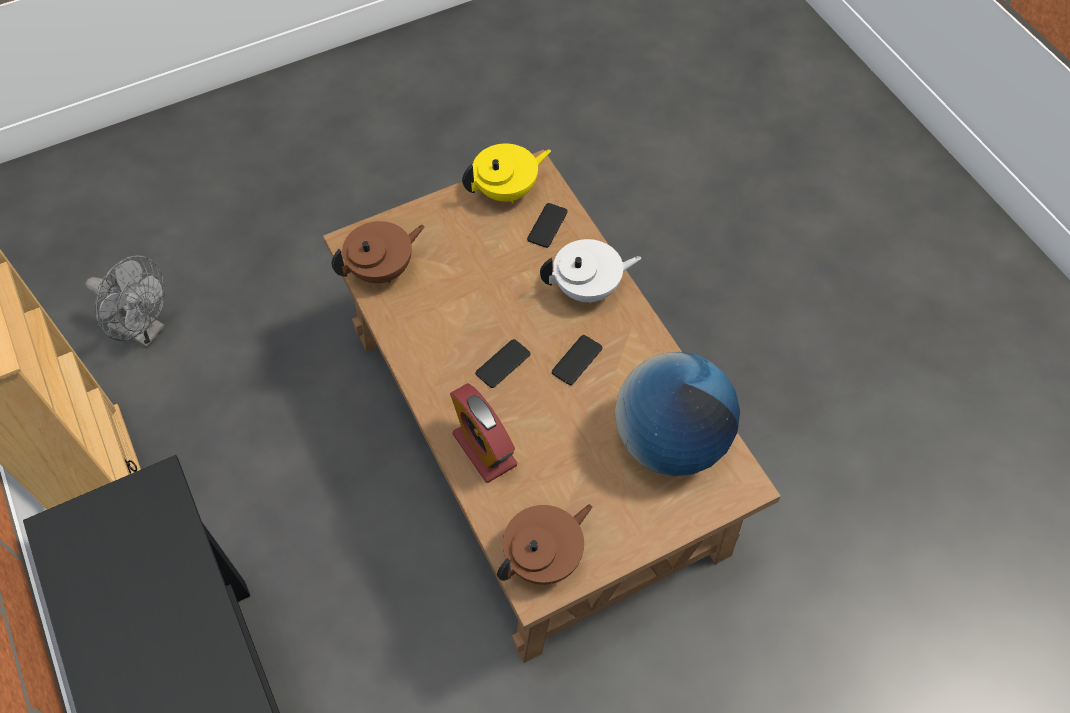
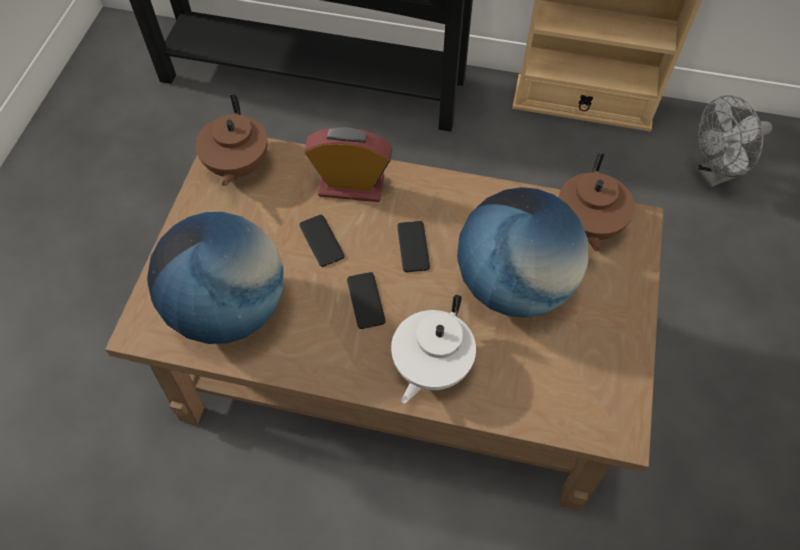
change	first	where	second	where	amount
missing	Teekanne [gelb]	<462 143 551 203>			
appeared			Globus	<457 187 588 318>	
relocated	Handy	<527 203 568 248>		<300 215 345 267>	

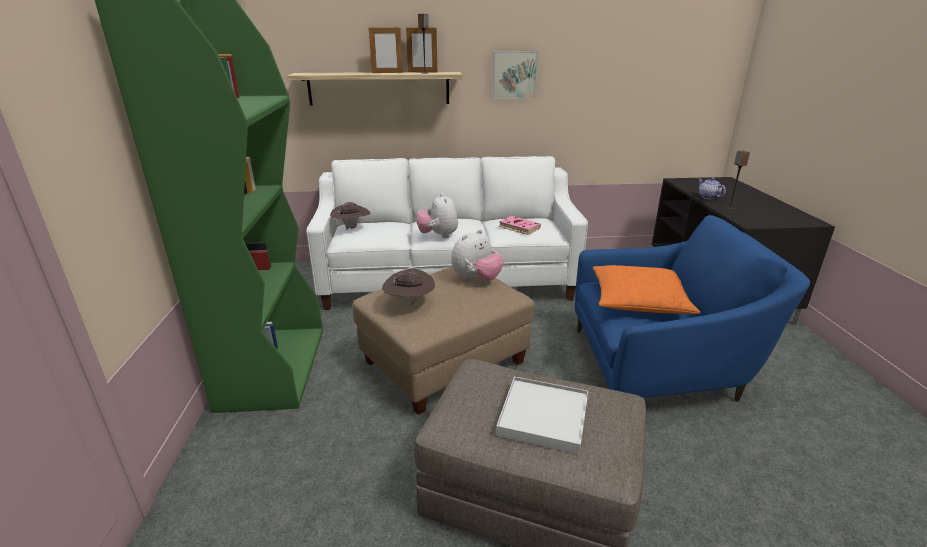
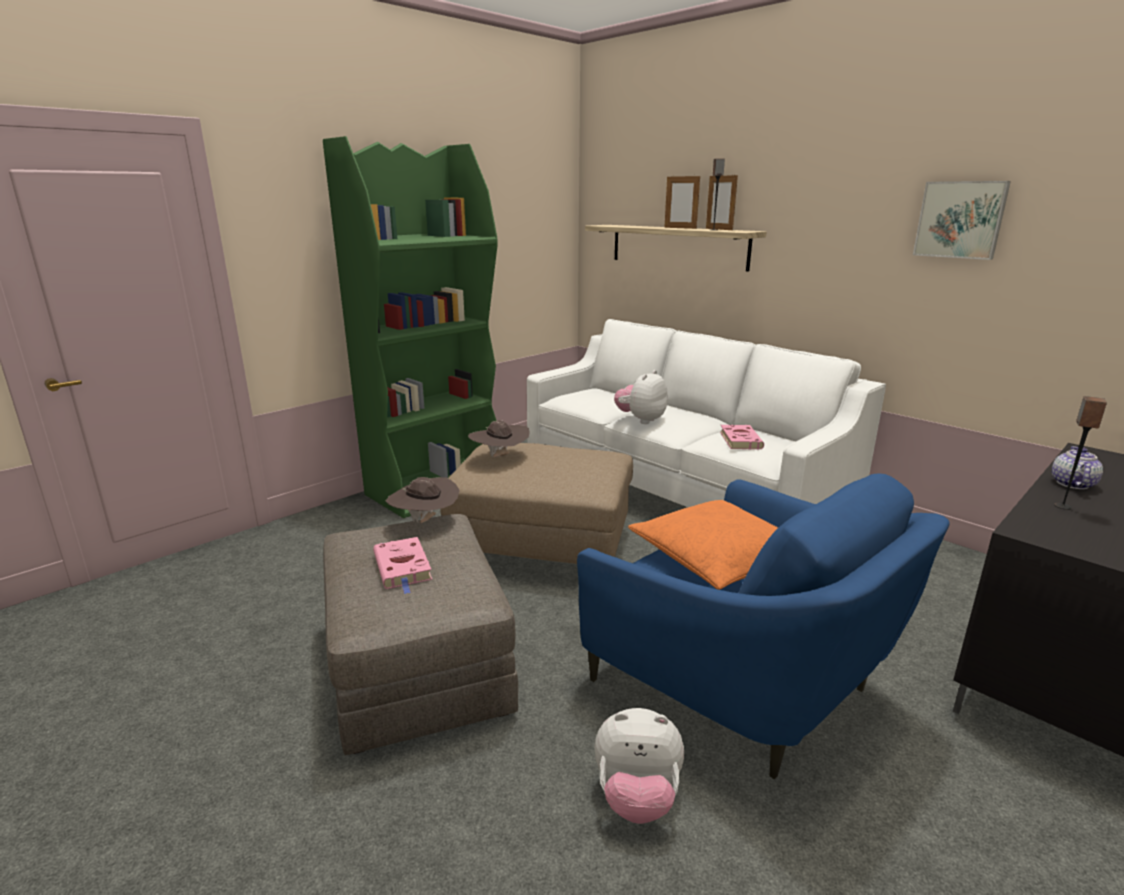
change	first	where	second	where	amount
relocated	Hut [braun]	<330 202 370 230>		<385 477 460 523>	
relocated	Plüschtier	<451 229 504 281>		<595 708 684 824>	
relocated	Bild	<492 51 538 99>		<913 181 1011 260>	
exchanged	Tablett [weiß]	<496 377 588 454>	Buch [rosa]	<373 537 432 594>	

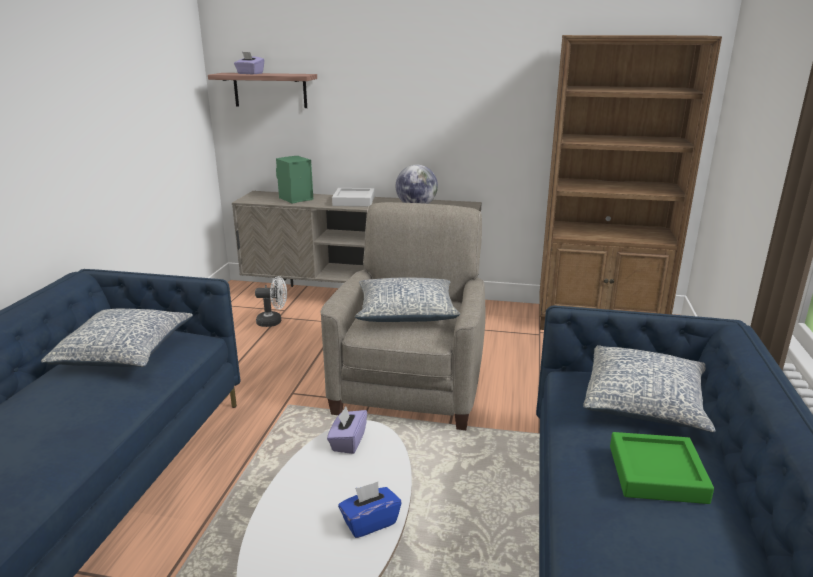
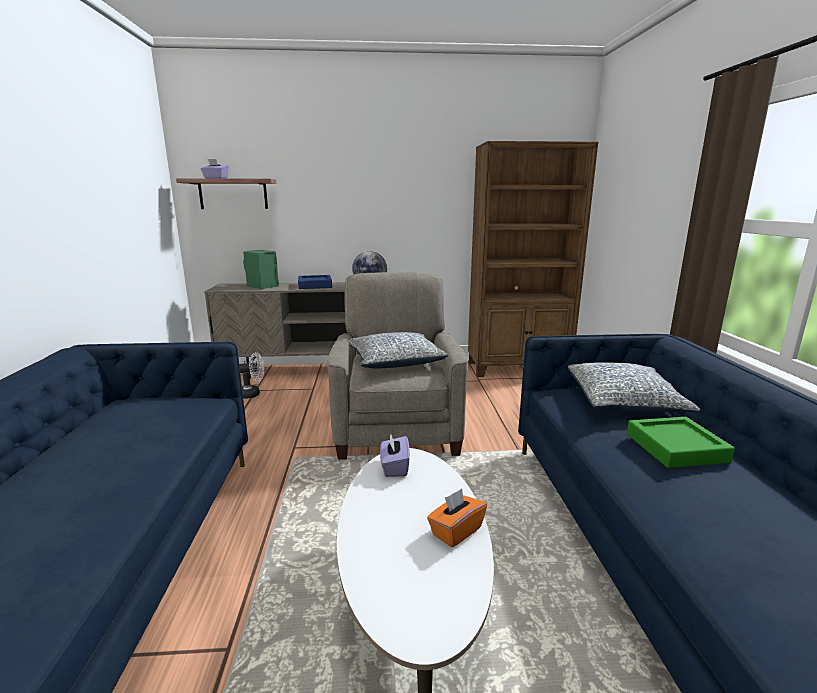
change	first	where	second	where	amount
missing	Kissen	<41 309 193 367>			
colour	Tablett [grau]	<332 188 375 207>	Tablett [blau]	<298 275 332 289>	
colour	Taschentuchbox [blau]	<338 482 401 538>	Taschentuchbox [orange]	<427 489 487 547>	

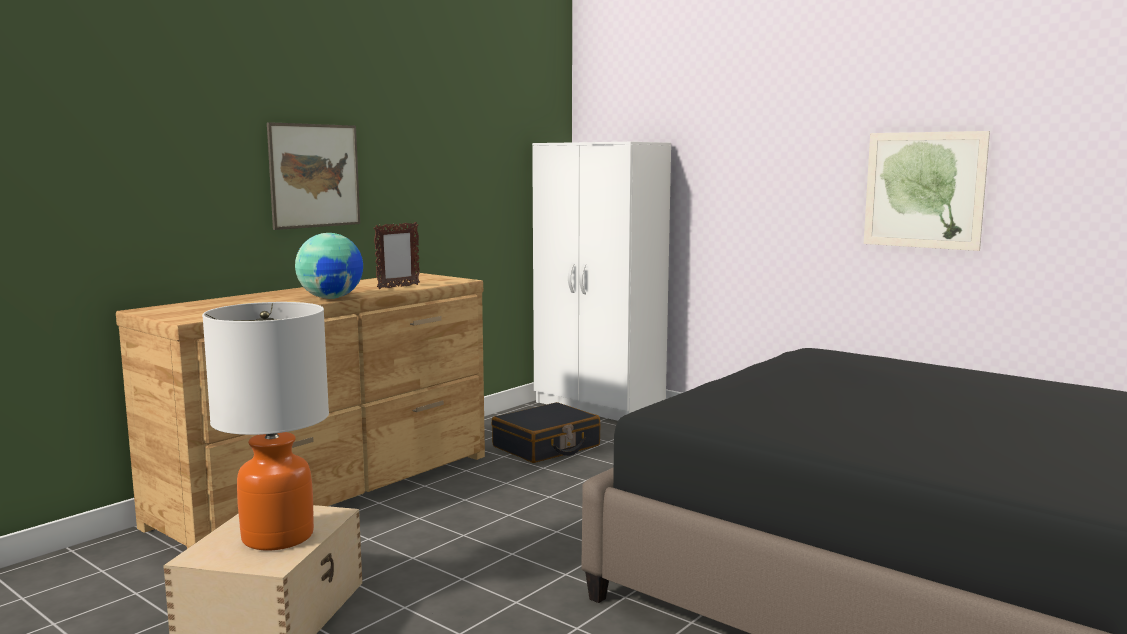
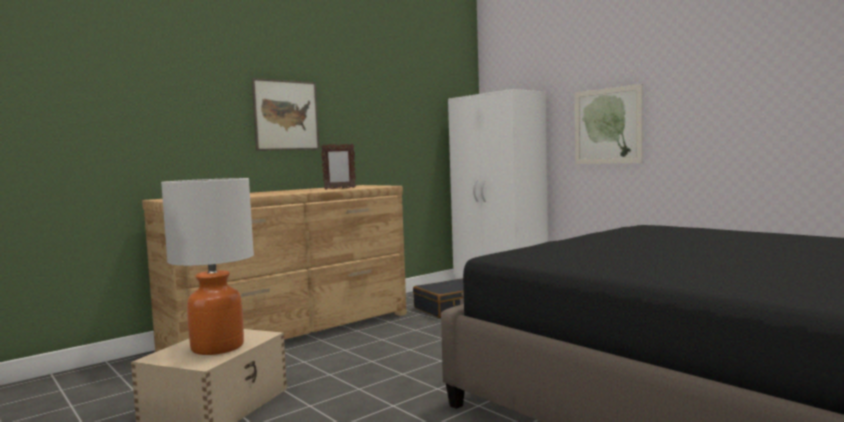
change	first	where	second	where	amount
missing	Globus	<295 233 363 299>			
relocated	Bild	<864 131 990 251>		<575 84 643 164>	

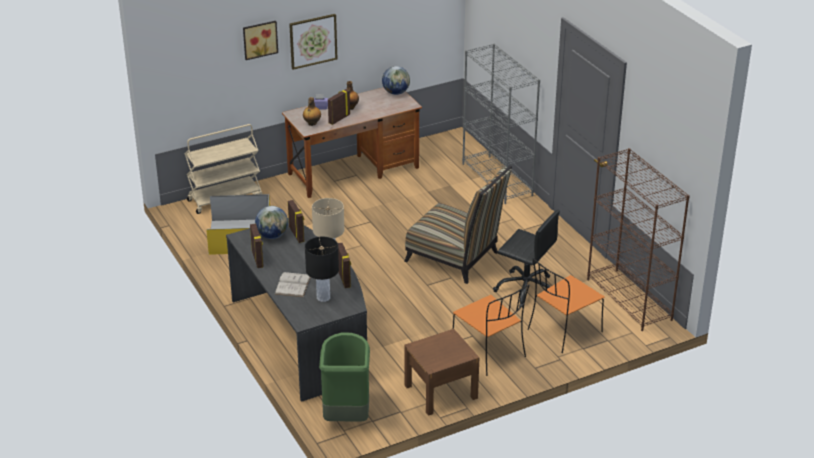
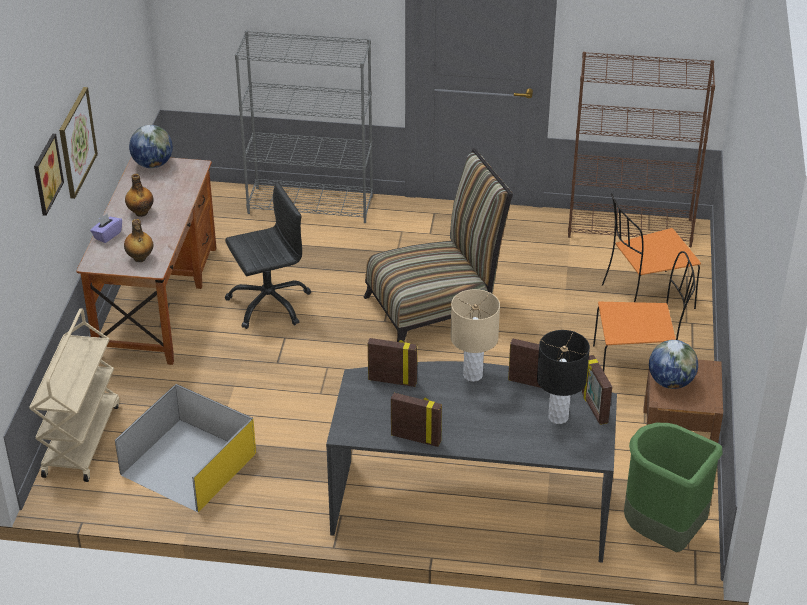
change	first	where	second	where	amount
missing	Buch [weiß]	<275 272 311 297>			
relocated	Globus	<255 206 288 239>		<649 340 698 389>	
relocated	Bilderrahmen	<328 89 350 125>		<582 355 612 425>	
relocated	Bürostuhl [schwarz]	<493 210 560 308>		<225 182 311 329>	
spun	Stuhl [orange]	<528 258 605 353>		<602 193 701 309>	75 degrees clockwise

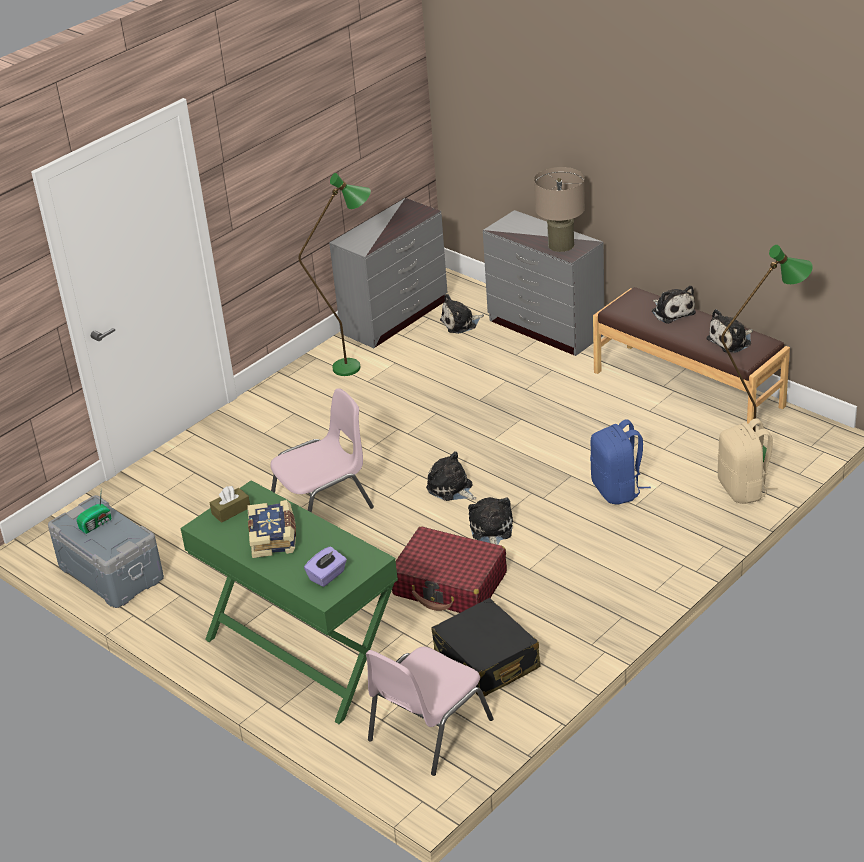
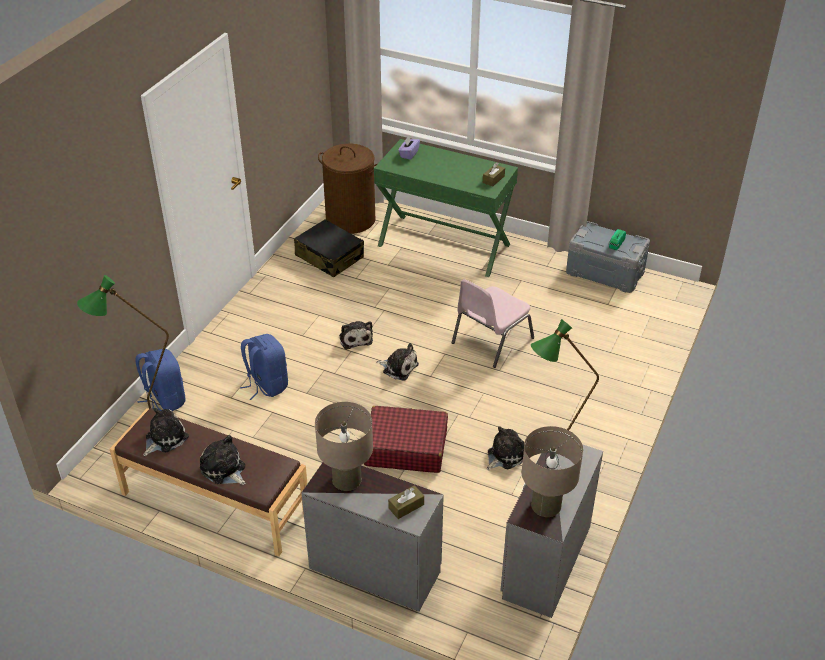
change	first	where	second	where	amount
missing	Buch	<247 500 296 558>			
appeared			Taschentuchbox [braun]	<388 485 424 519>	
appeared			Tischlampe [beige]	<522 426 583 517>	
relocated	Koffer [rot]	<392 526 507 613>		<364 406 448 473>	
relocated	Plüschtier	<440 294 484 334>		<487 426 524 471>	
exchanged	Stuhl [rosa]	<366 647 493 776>	Wäschekorb [braun]	<318 144 377 234>	
colour	Rucksack [beige]	<718 418 778 504>	Rucksack [blau]	<135 349 185 411>	

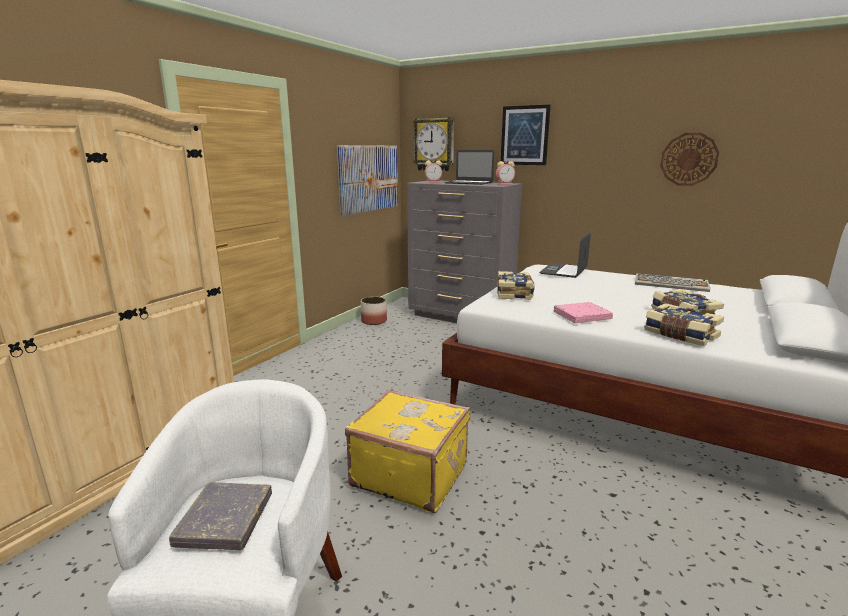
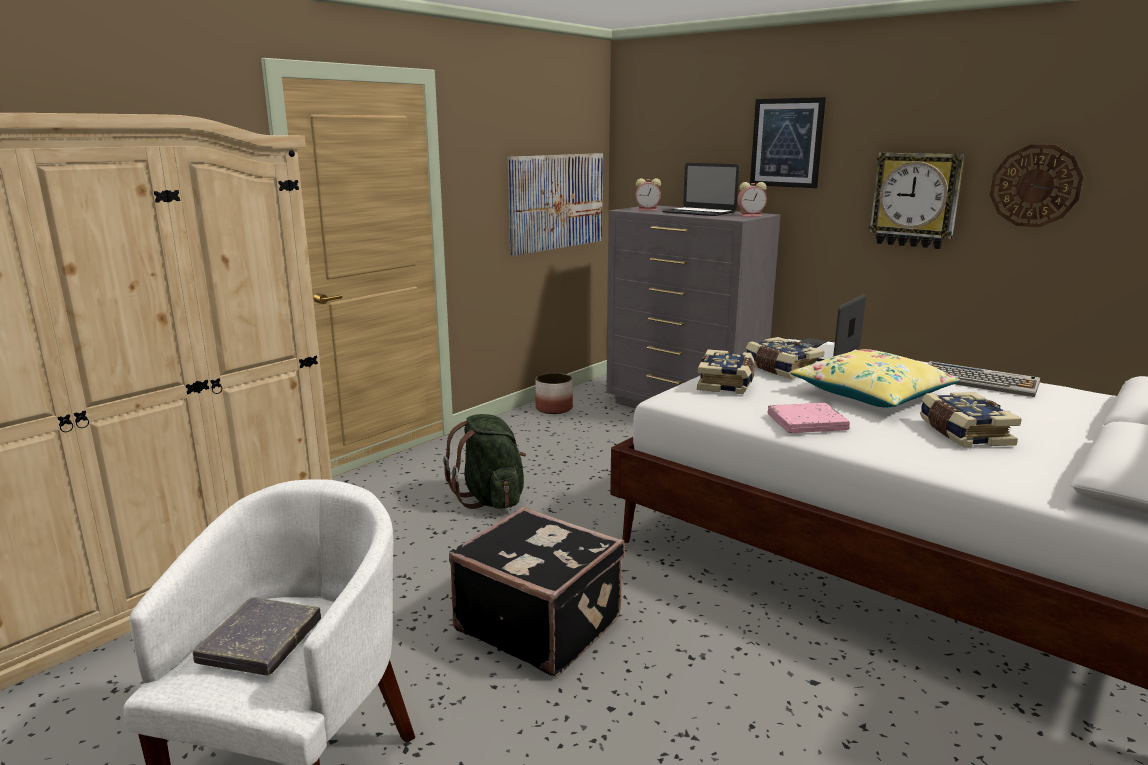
change	first	where	second	where	amount
appeared			Rucksack [grün]	<443 414 526 509>	
appeared			Kissen [gelb]	<790 349 960 407>	
relocated	Wanduhr	<413 117 454 171>		<869 153 965 249>	
relocated	Buch	<644 303 724 346>		<746 337 824 379>	
colour	Koffer [gelb]	<345 390 470 513>	Koffer [schwarz]	<449 507 625 677>	

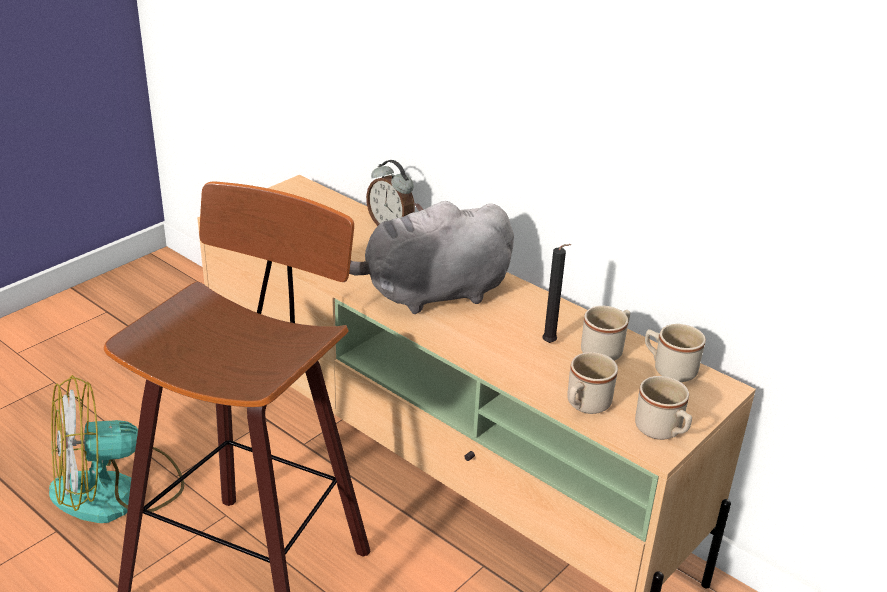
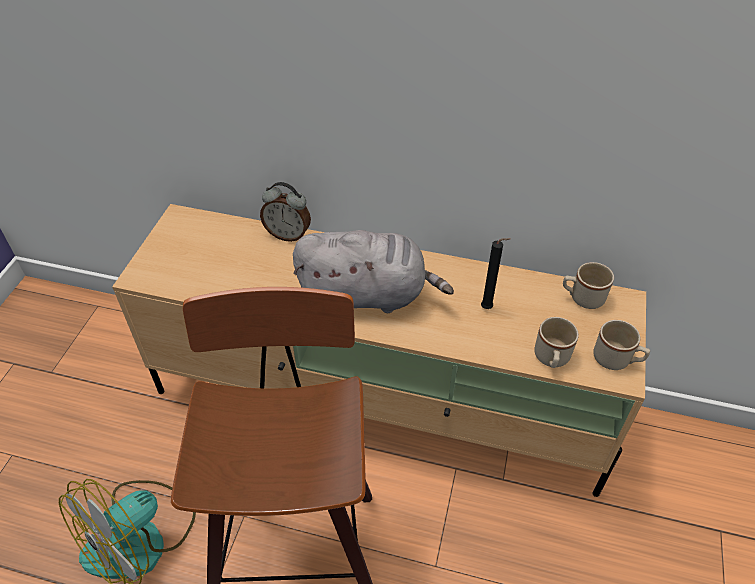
change	first	where	second	where	amount
missing	Henkelbecher [beige]	<581 306 630 361>			
spun	Plüschtier [grau]	<349 201 514 314>		<293 230 454 313>	135 degrees counterclockwise

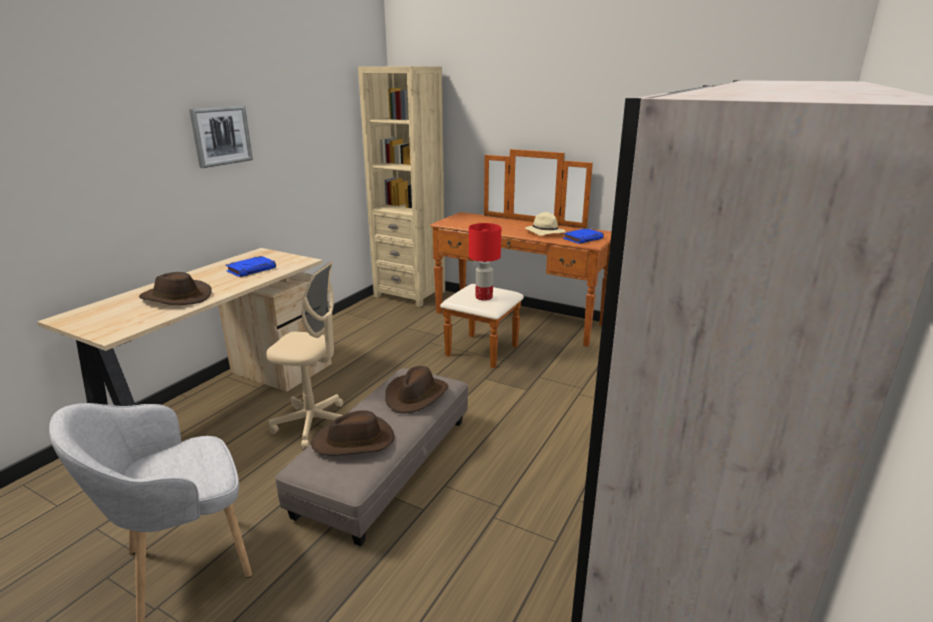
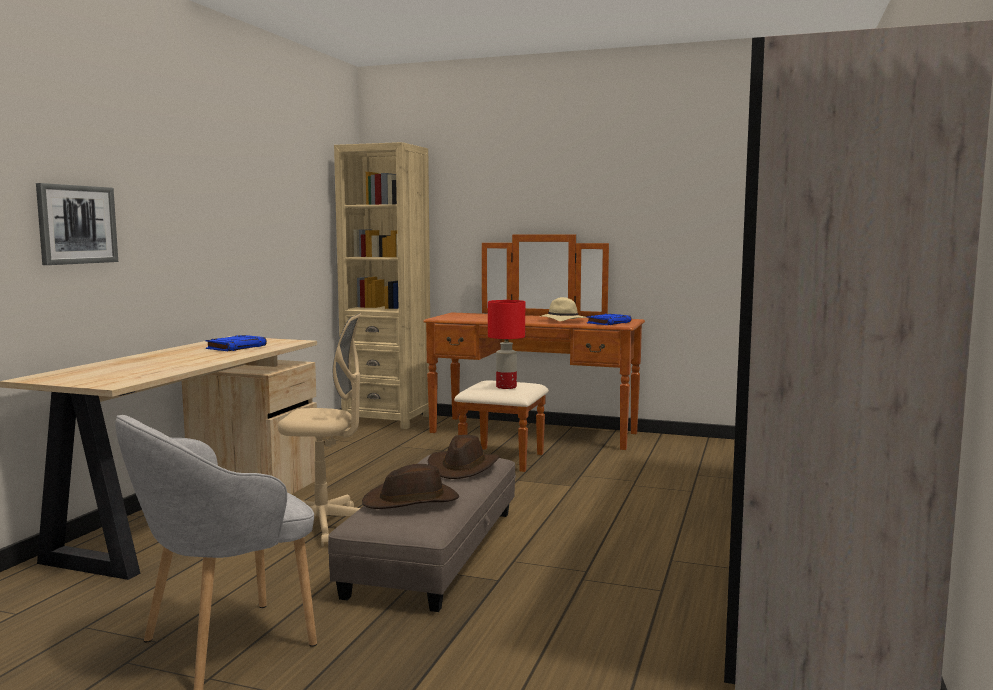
change	first	where	second	where	amount
missing	Hut [braun]	<139 272 212 305>			
relocated	Bild	<189 106 253 168>		<36 183 118 265>	

